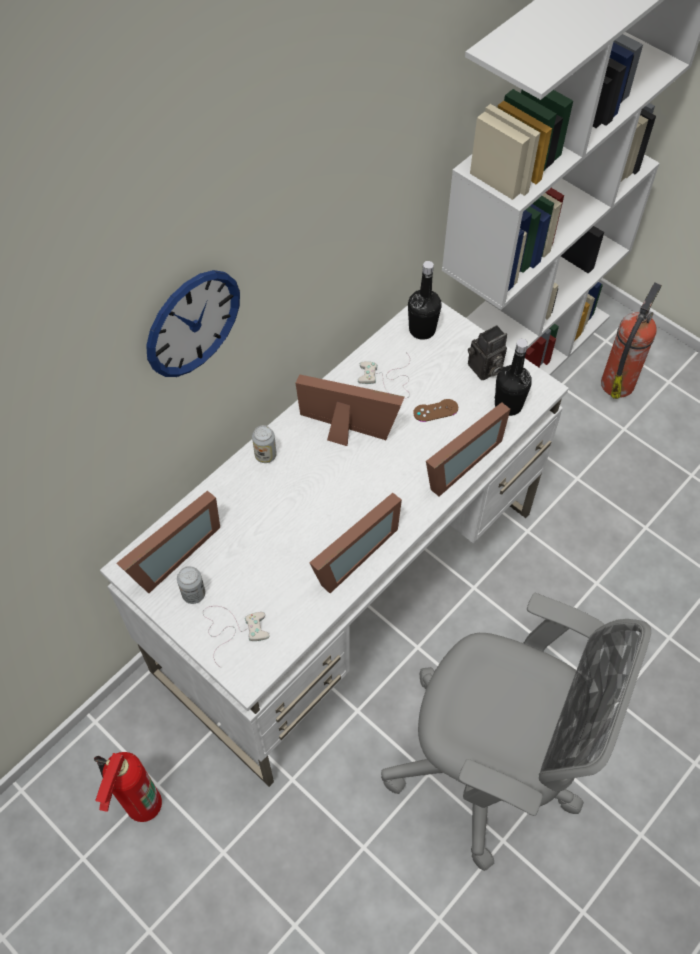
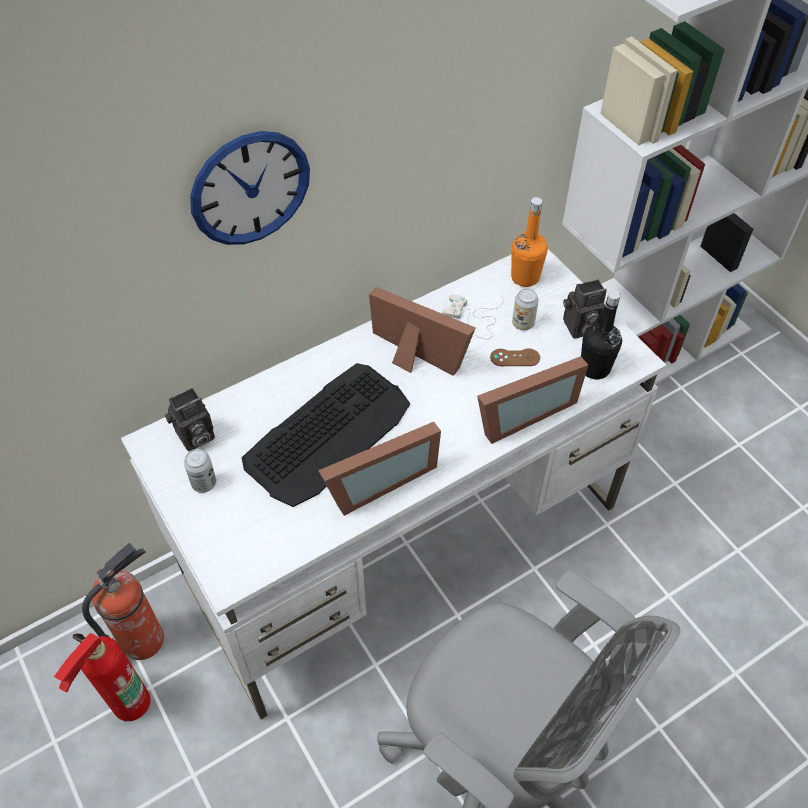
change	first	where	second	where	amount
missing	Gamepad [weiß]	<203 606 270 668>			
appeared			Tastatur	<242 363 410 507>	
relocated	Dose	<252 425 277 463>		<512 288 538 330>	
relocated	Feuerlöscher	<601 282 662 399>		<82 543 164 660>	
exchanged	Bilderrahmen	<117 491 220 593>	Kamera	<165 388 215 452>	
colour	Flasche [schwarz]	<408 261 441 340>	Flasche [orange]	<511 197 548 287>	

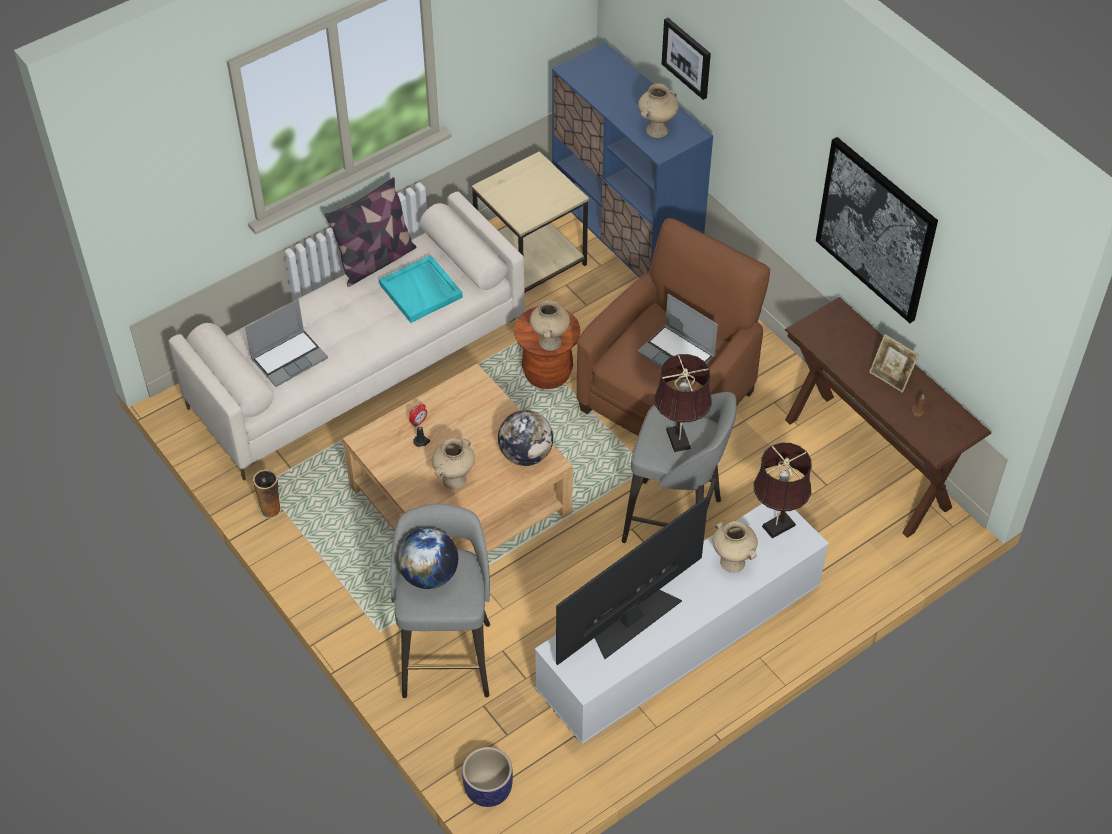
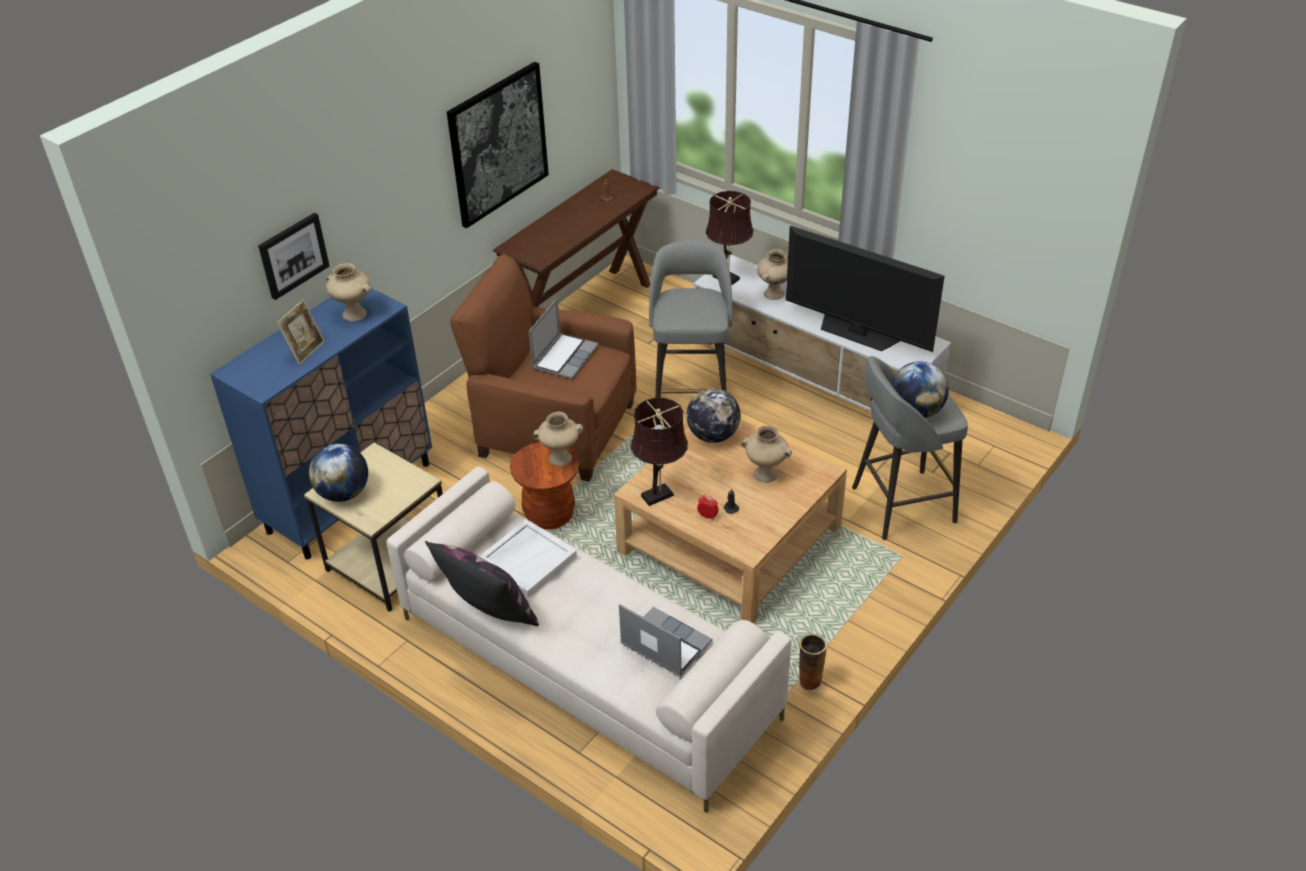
change	first	where	second	where	amount
missing	Pflanzkübel	<462 747 513 807>			
appeared			Globus	<309 444 368 502>	
relocated	Tischlampe [braun]	<654 354 712 452>		<631 398 688 506>	
relocated	Bilderrahmen	<869 334 919 393>		<277 299 325 365>	
colour	Tablett [türkis]	<379 255 463 323>	Tablett [weiß]	<479 519 577 598>	

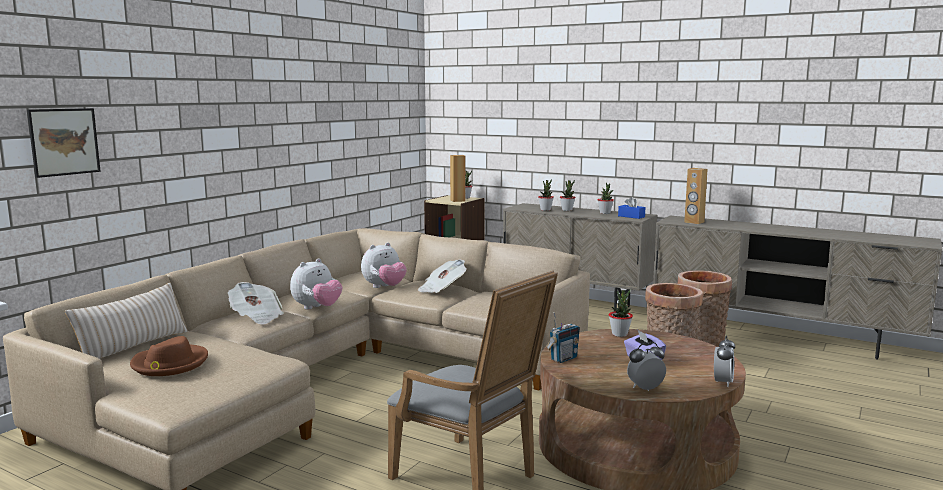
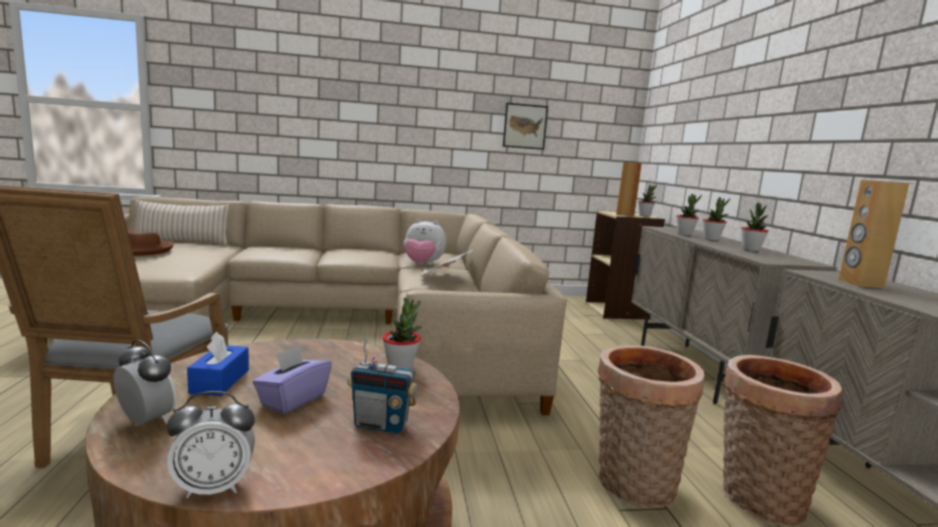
change	first	where	second	where	amount
missing	Zeitung	<228 282 284 325>			
missing	Plüschtier	<290 258 342 309>			
relocated	Bild	<27 108 101 178>		<503 103 548 150>	
relocated	Radio	<546 312 580 363>		<347 332 418 434>	
relocated	Taschentuchbox [blau]	<618 197 646 219>		<187 332 249 396>	

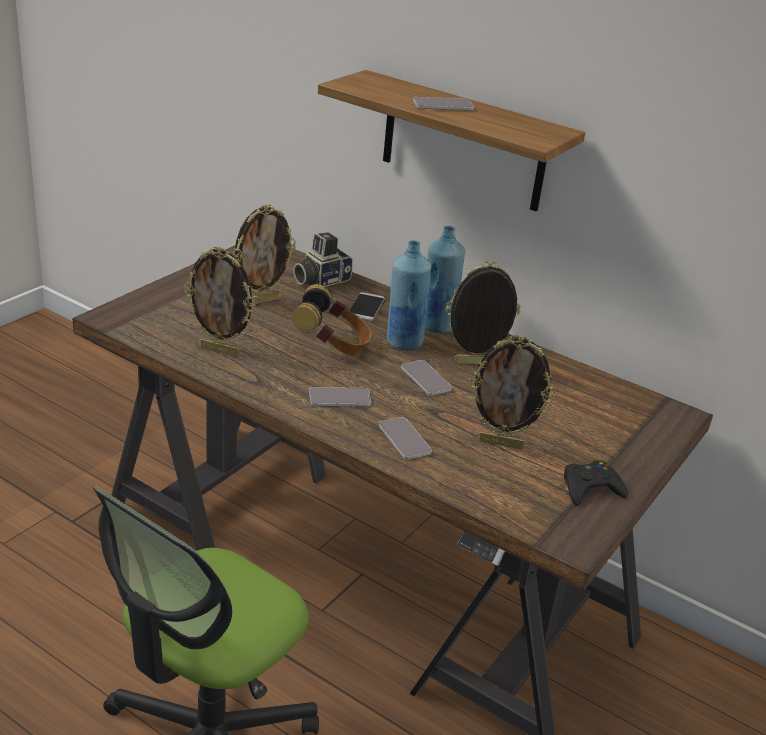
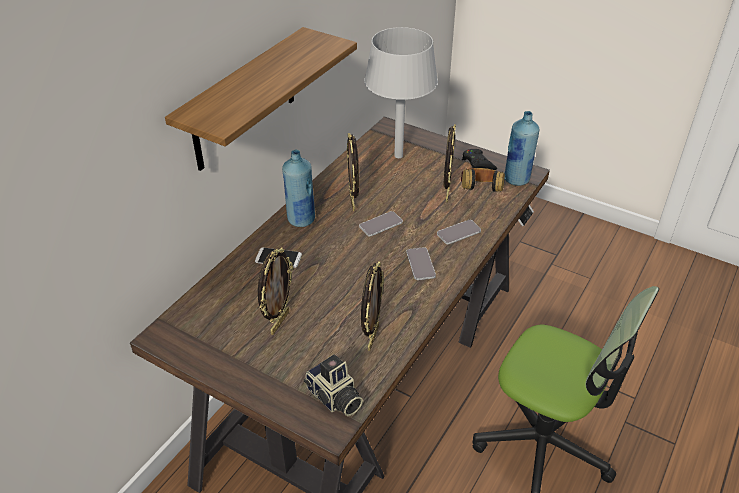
change	first	where	second	where	amount
missing	Handy	<413 97 474 110>			
appeared			Tischlampe [grau]	<364 27 438 158>	
relocated	Kopfhörer	<292 284 372 356>		<461 168 505 192>	
relocated	Kamera	<293 232 353 287>		<303 355 363 416>	
relocated	Flasche [blau]	<387 241 431 350>		<505 111 539 186>	
spun	Bilderrahmen	<233 204 296 304>		<258 247 293 335>	60 degrees clockwise

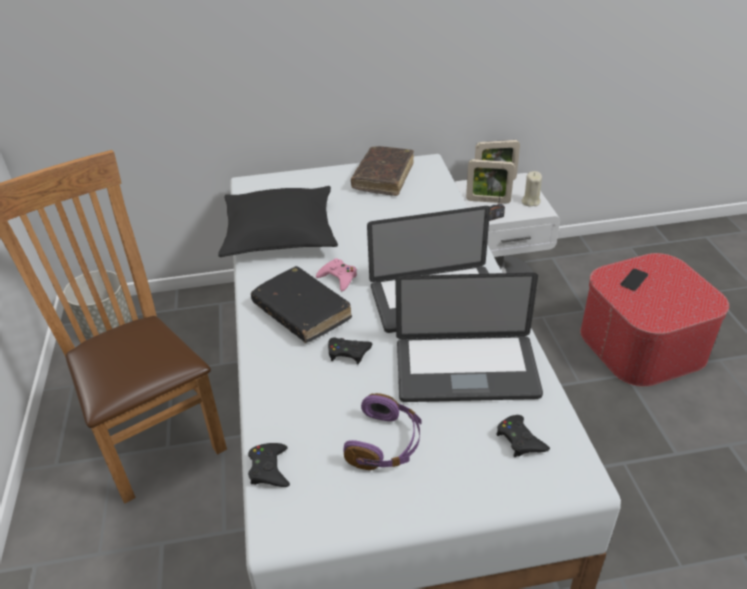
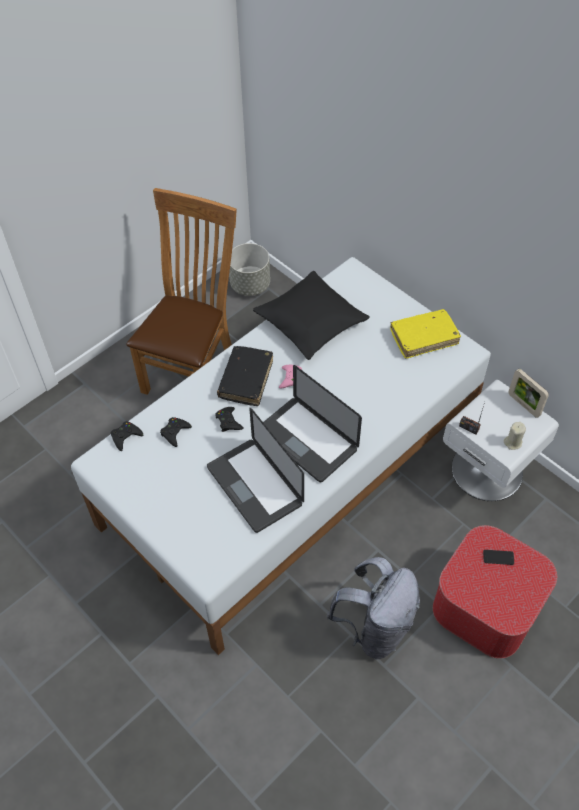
change	first	where	second	where	amount
missing	Kopfhörer [lila]	<343 393 422 470>			
missing	Bilderrahmen	<466 159 515 204>			
appeared			Rucksack [grau]	<327 557 420 659>	
relocated	Gamepad [schwarz]	<496 415 550 457>		<160 417 192 447>	
colour	Buch [braun]	<351 146 414 196>	Buch [gelb]	<390 309 461 359>	

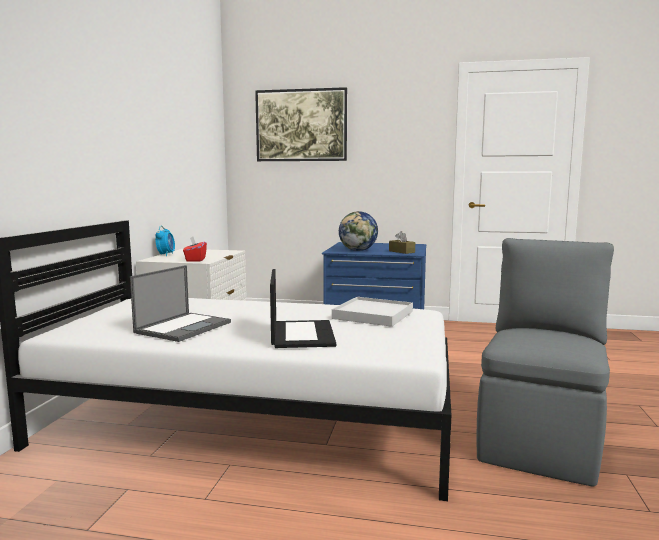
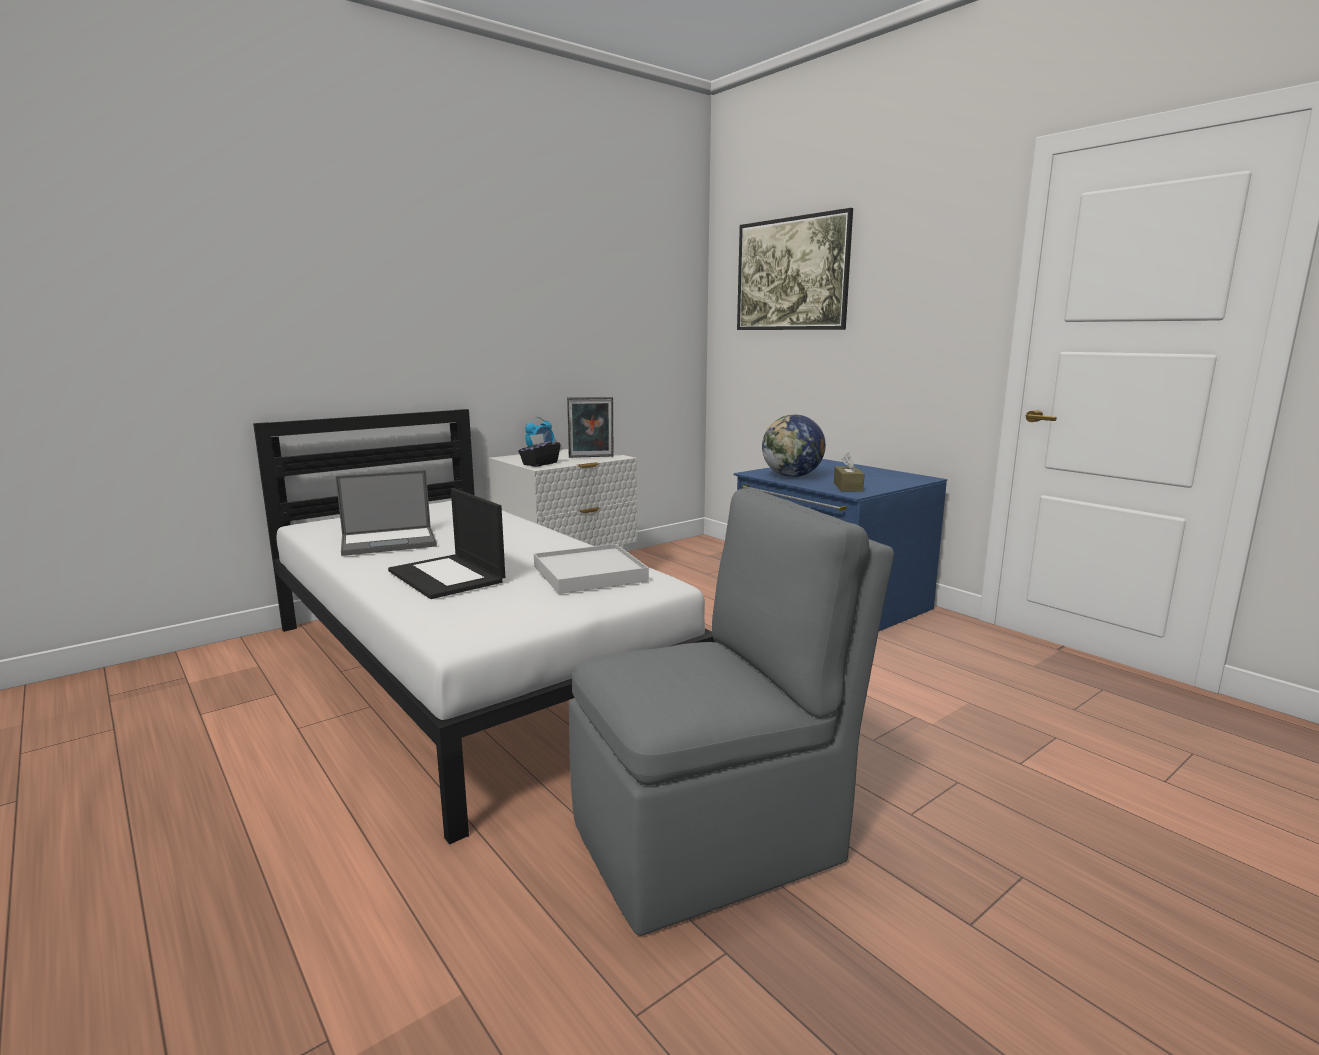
change	first	where	second	where	amount
appeared			Bilderrahmen	<567 397 613 458>	
colour	Taschentuchbox [rot]	<183 237 207 262>	Taschentuchbox [schwarz]	<518 434 560 467>	
spun	Laptop	<270 269 336 348>		<388 488 505 599>	105 degrees clockwise

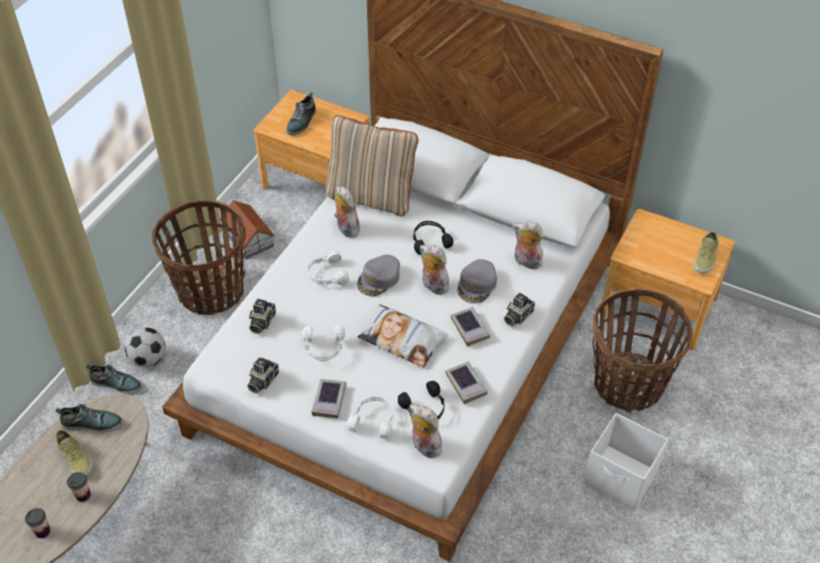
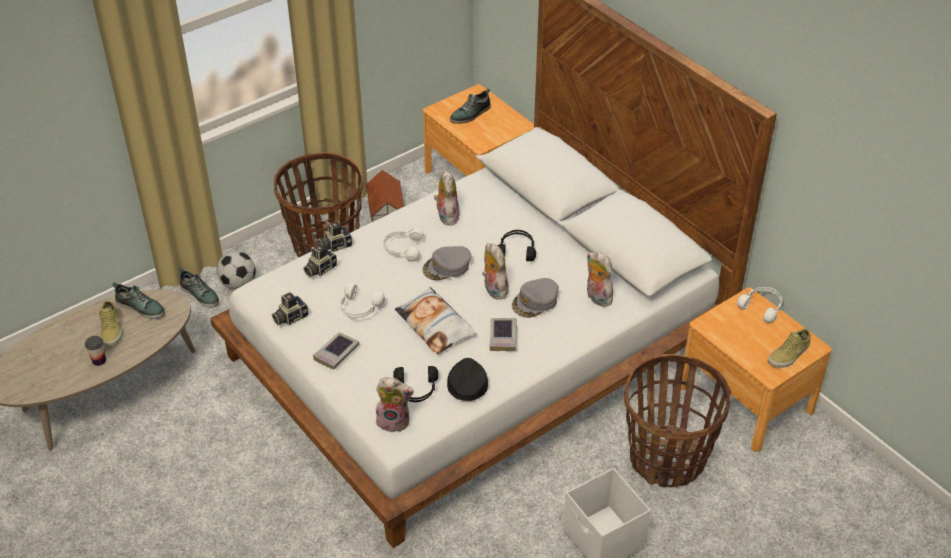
change	first	where	second	where	amount
missing	Tasse	<25 508 50 538>			
missing	Kissen [beige]	<326 115 419 216>			
relocated	Kopfhörer [weiß]	<347 396 393 439>		<737 287 782 323>	
relocated	Kamera	<504 293 535 327>		<318 221 352 252>	
exchanged	Buch	<445 362 487 404>	Kappe [schwarz]	<447 358 488 401>	
spun	Plüschtier	<409 404 445 458>		<376 377 414 432>	120 degrees clockwise

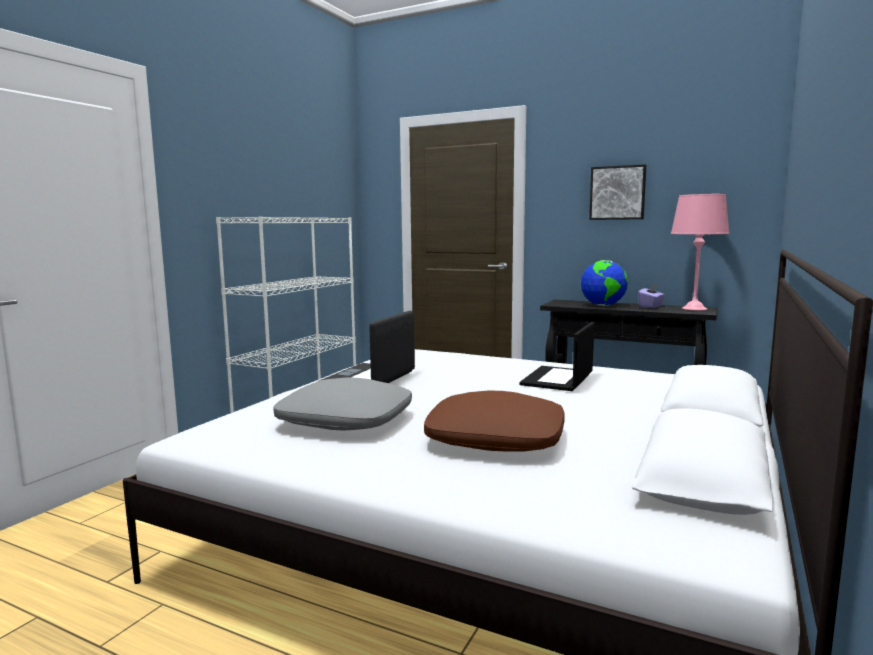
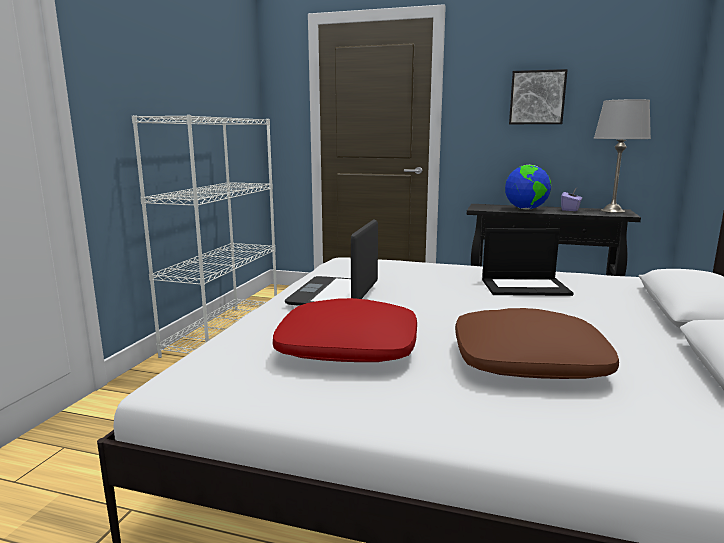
change	first	where	second	where	amount
colour	Kissen [grau]	<273 377 412 431>	Kissen [rot]	<273 298 417 362>	
colour	Tischlampe [rosa]	<671 194 730 311>	Tischlampe [grau]	<594 99 651 213>	
spun	Laptop	<519 322 594 391>		<482 228 573 296>	105 degrees counterclockwise

